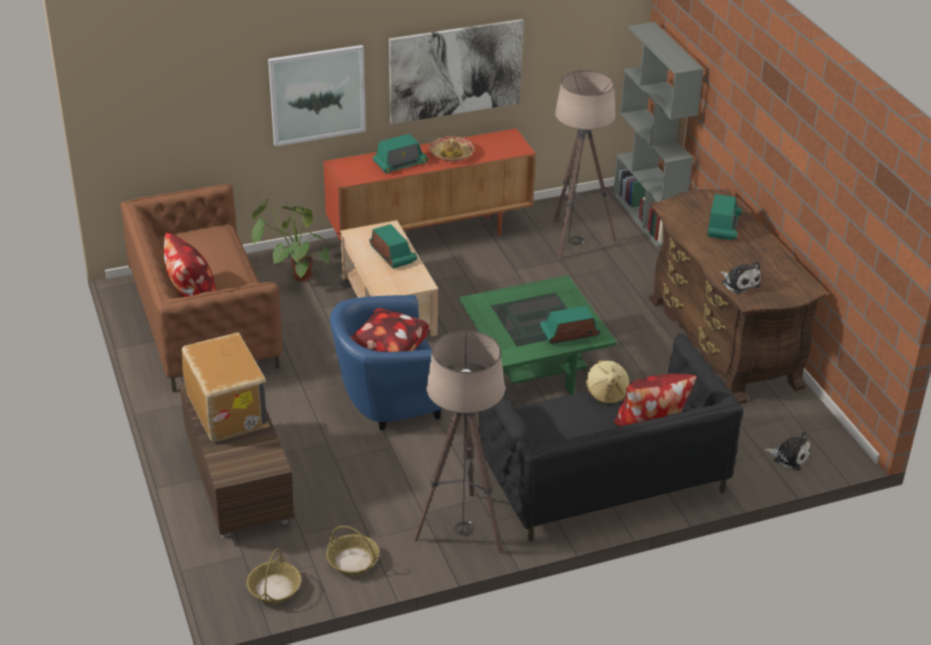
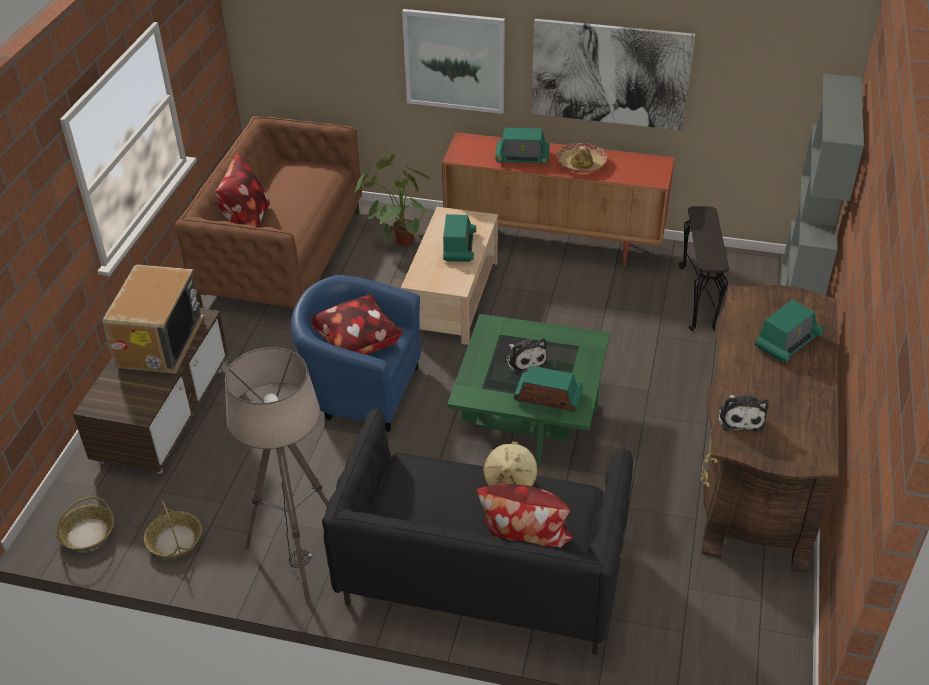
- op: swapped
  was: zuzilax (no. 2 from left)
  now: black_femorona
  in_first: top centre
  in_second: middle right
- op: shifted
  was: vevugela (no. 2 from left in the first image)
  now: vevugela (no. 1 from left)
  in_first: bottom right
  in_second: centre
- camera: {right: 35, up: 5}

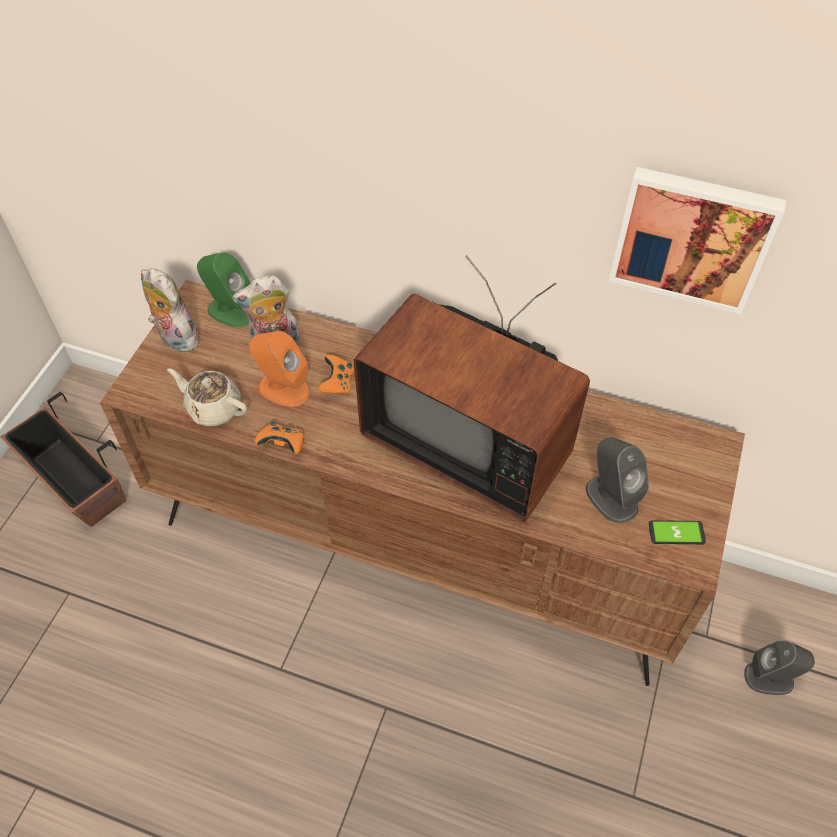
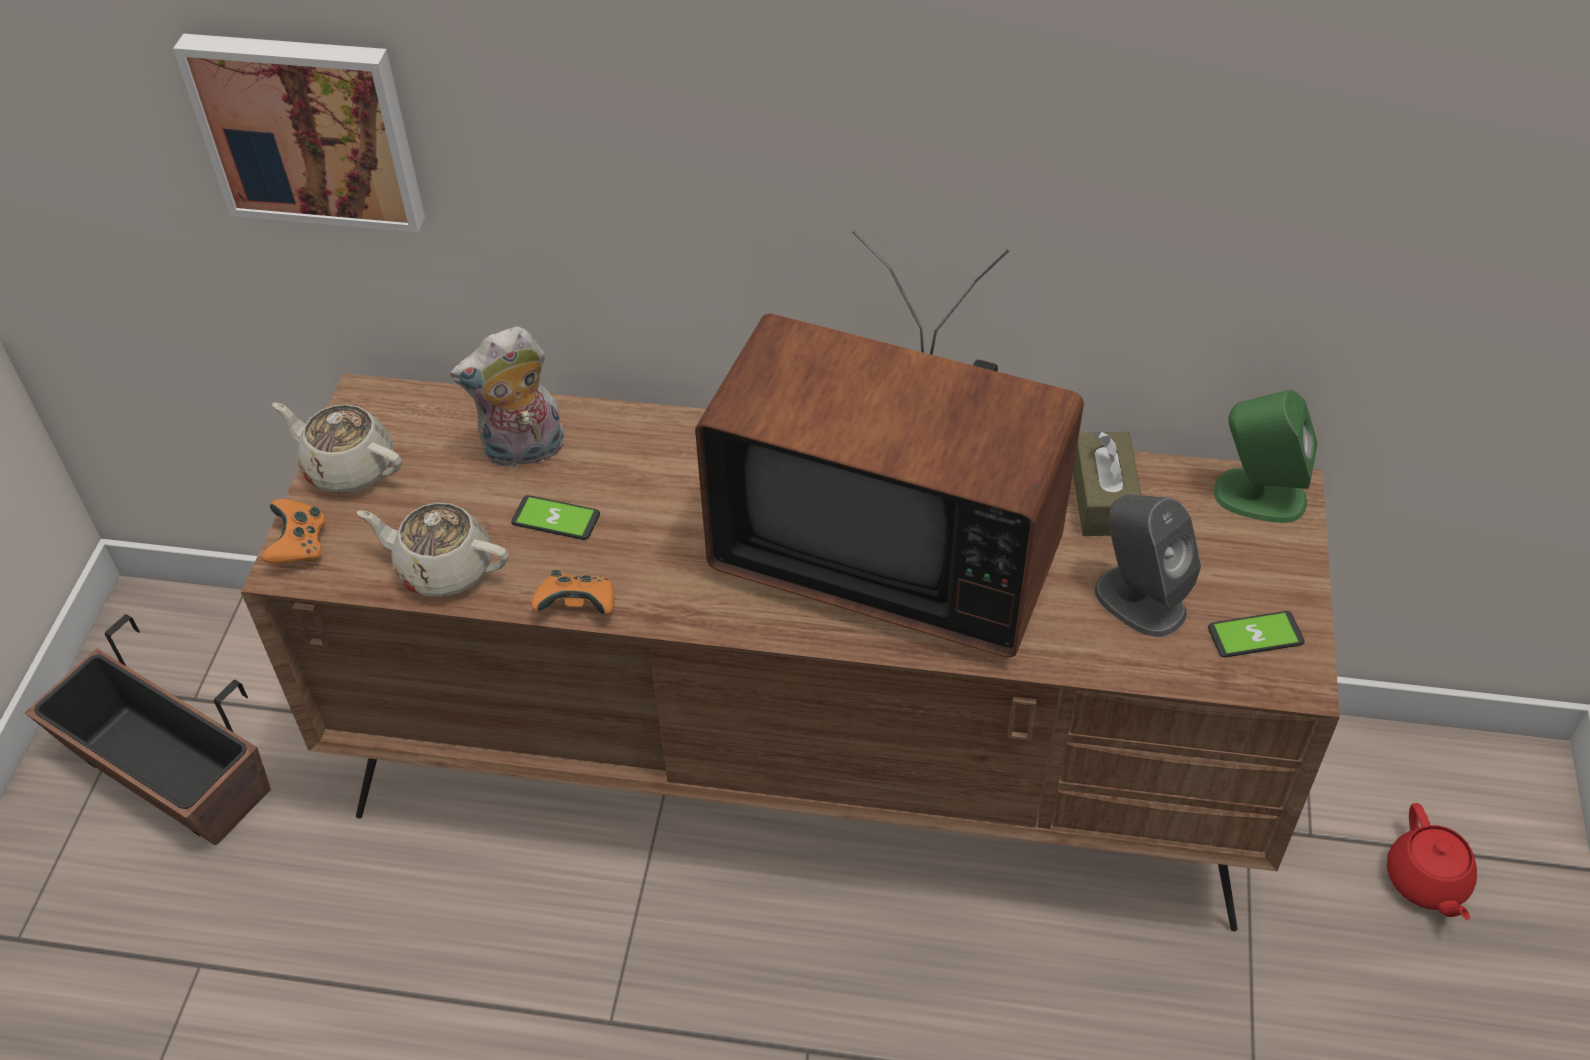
- op: shifted
  was: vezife
  in_first: top right
  in_second: top left
- op: shifted
  was: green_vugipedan
  in_first: middle left
  in_second: middle right
- op: swapped
  was: vevugela (no. 1 from left)
  now: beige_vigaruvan (no. 1 from left)
  in_first: middle left
  in_second: middle left
- op: swapped
  was: orange_vugipedan
  now: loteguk (no. 1 from left)
  in_first: centre
  in_second: centre
- op: shifted
  was: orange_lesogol (no. 2 from left in the first image)
  now: orange_lesogol (no. 1 from left)
  in_first: centre
  in_second: middle left
- op: swapped
  was: grey_vugipedan (no. 2 from left)
  now: red_vigaruvan
  in_first: bottom right
  in_second: bottom right
- op: new
  now: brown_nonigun
  in_second: middle right
- camera: {right: -10, up: -5}

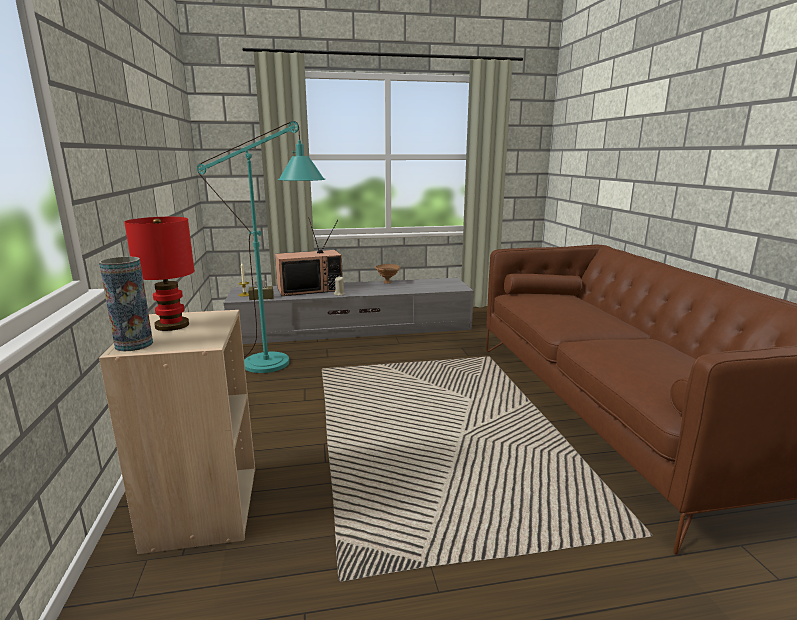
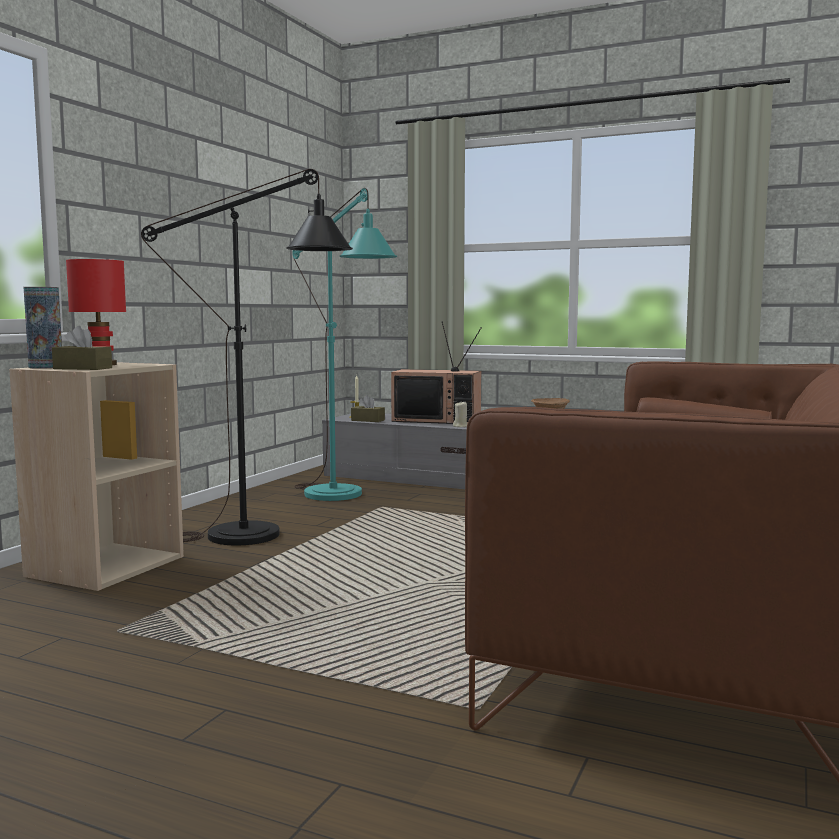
- op: new
  now: black_zuzilax
  in_second: middle left
- op: new
  now: brown_nonigun (no. 1 from left)
  in_second: middle left
- camera: {right: 35, up: -10}

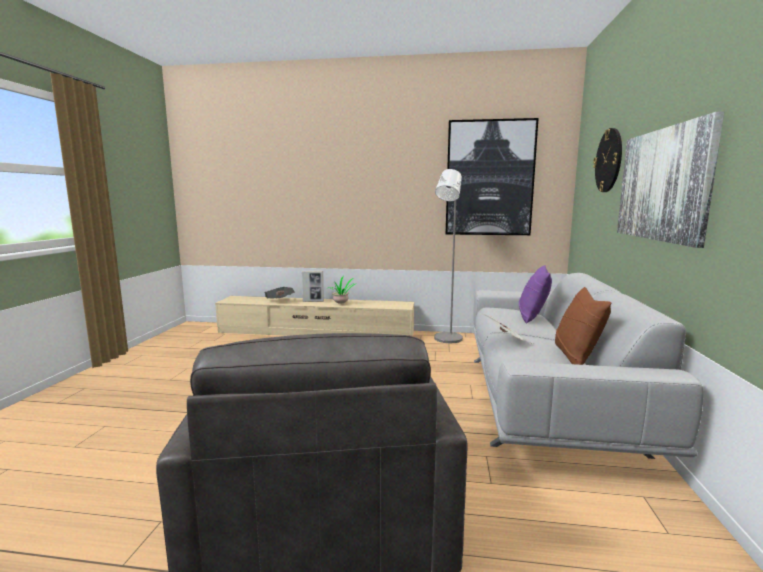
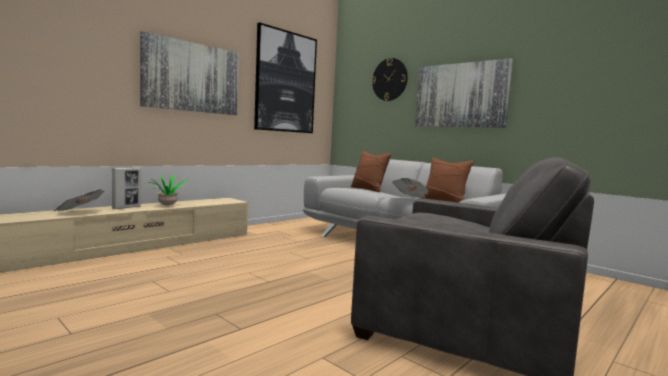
- op: gone
  was: grey_zuzilax
  in_first: centre
- op: repainted
  was: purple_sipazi
  now: brown_sipazi (no. 1 from left)
  in_first: middle right
  in_second: centre
- op: new
  now: vezife (no. 1 from left)
  in_second: top left
- camera: {right: -55, up: -5}

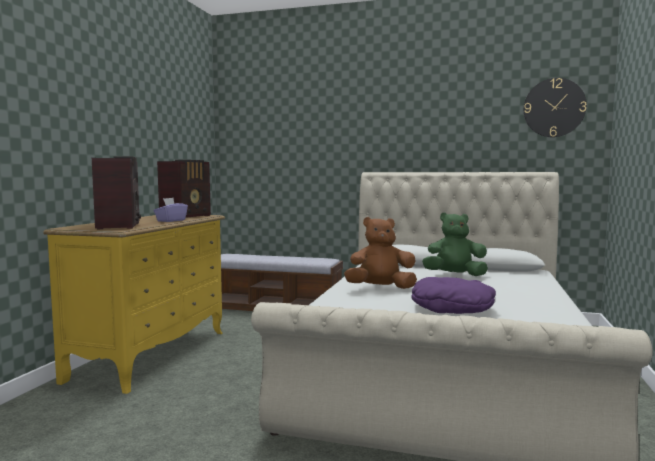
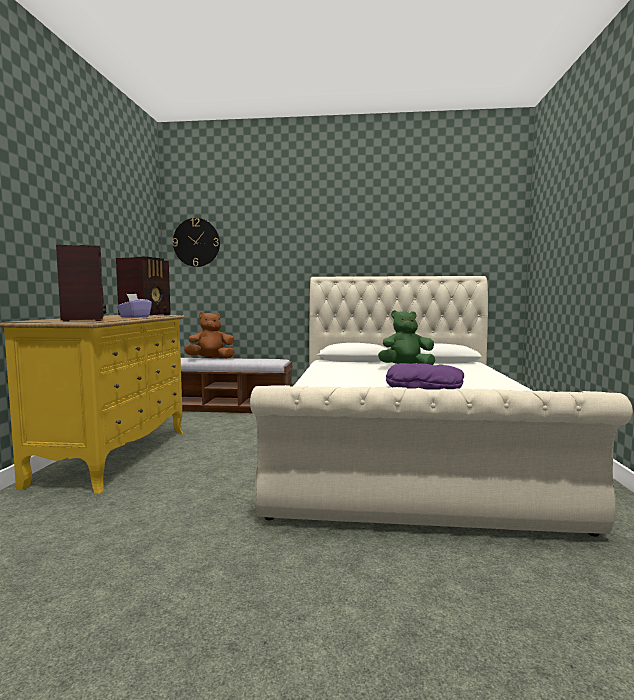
- op: shifted
  was: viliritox
  in_first: top right
  in_second: middle left
- op: shifted
  was: brown_vevugela
  in_first: centre
  in_second: middle left
- camera: {right: -10, up: 0}

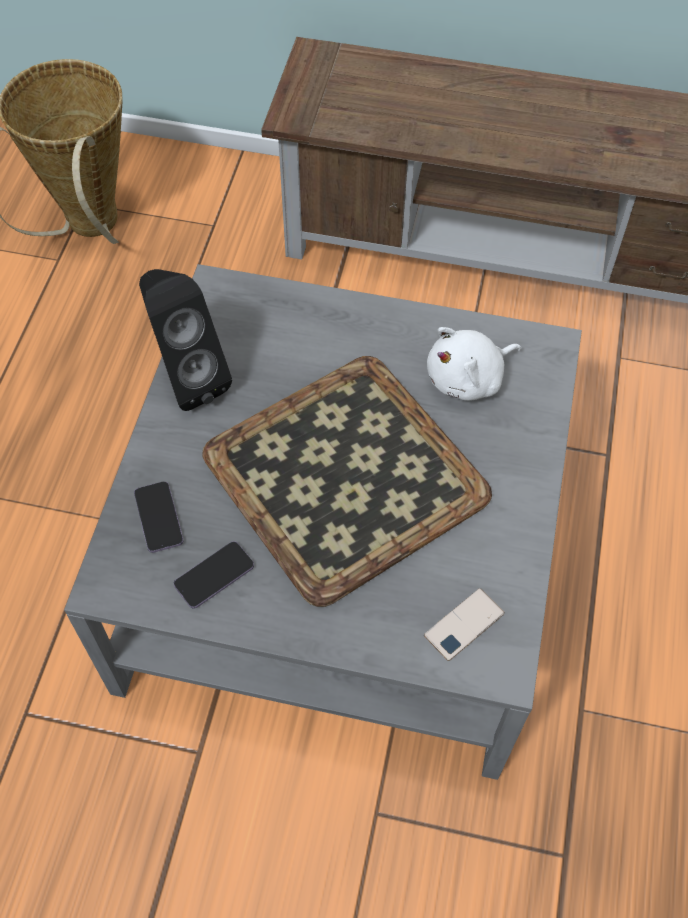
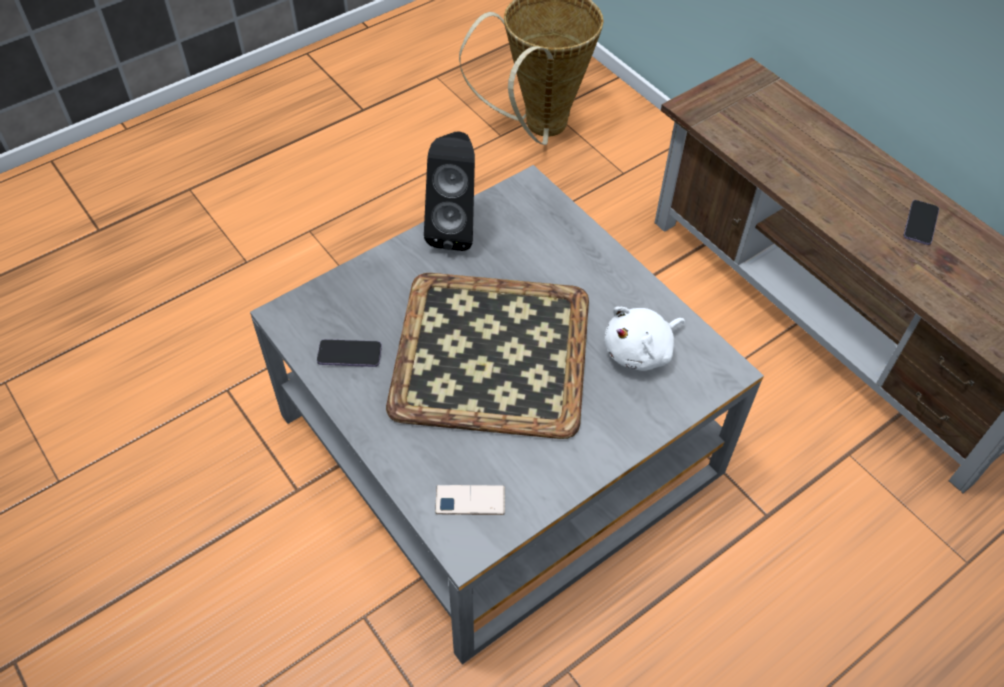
- op: rotated
  was: white_vevugela
  in_first: middle right
  in_second: centre
  clockwise: -45
- op: shifted
  was: loteguk (no. 1 from left in the first image)
  now: loteguk (no. 3 from left)
  in_first: middle left
  in_second: top right
- camera: {right: 40, up: -5}

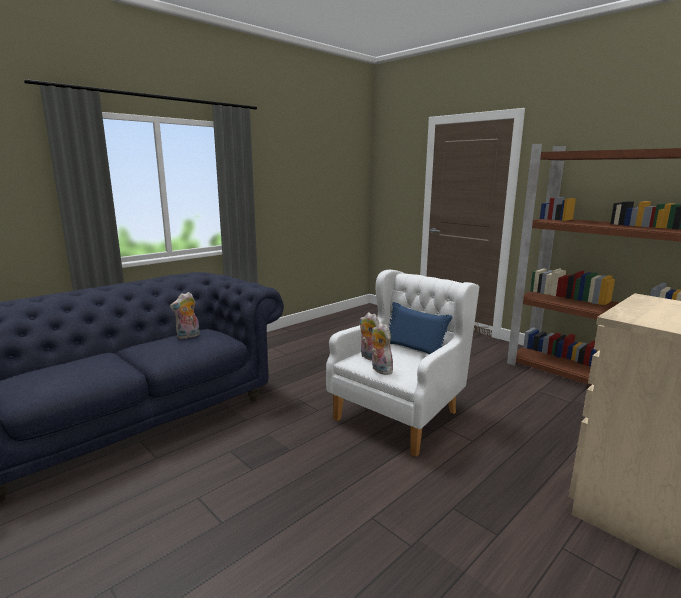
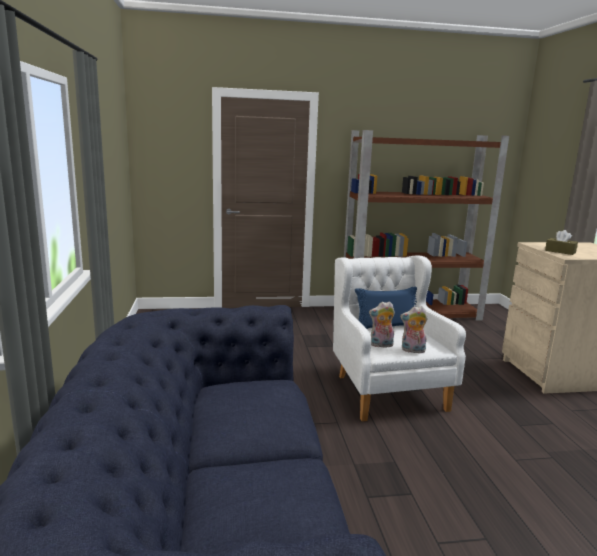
- op: gone
  was: vevugela (no. 1 from left)
  in_first: middle left
- op: new
  now: brown_nonigun
  in_second: middle right
- camera: {right: -55, up: 0}

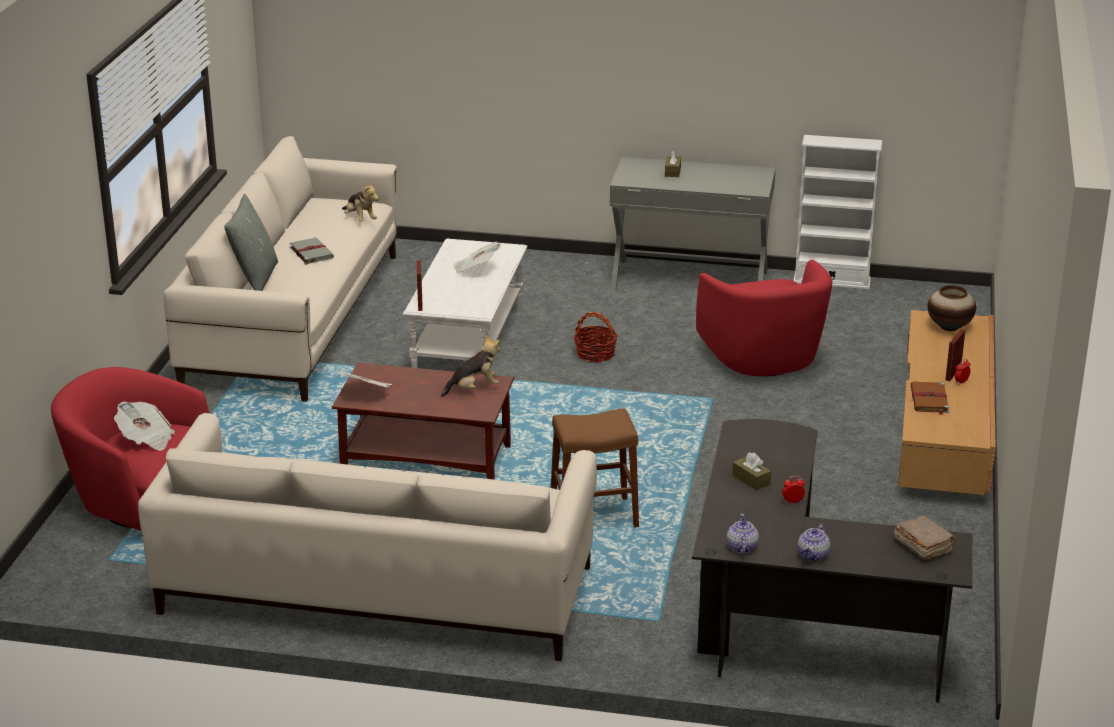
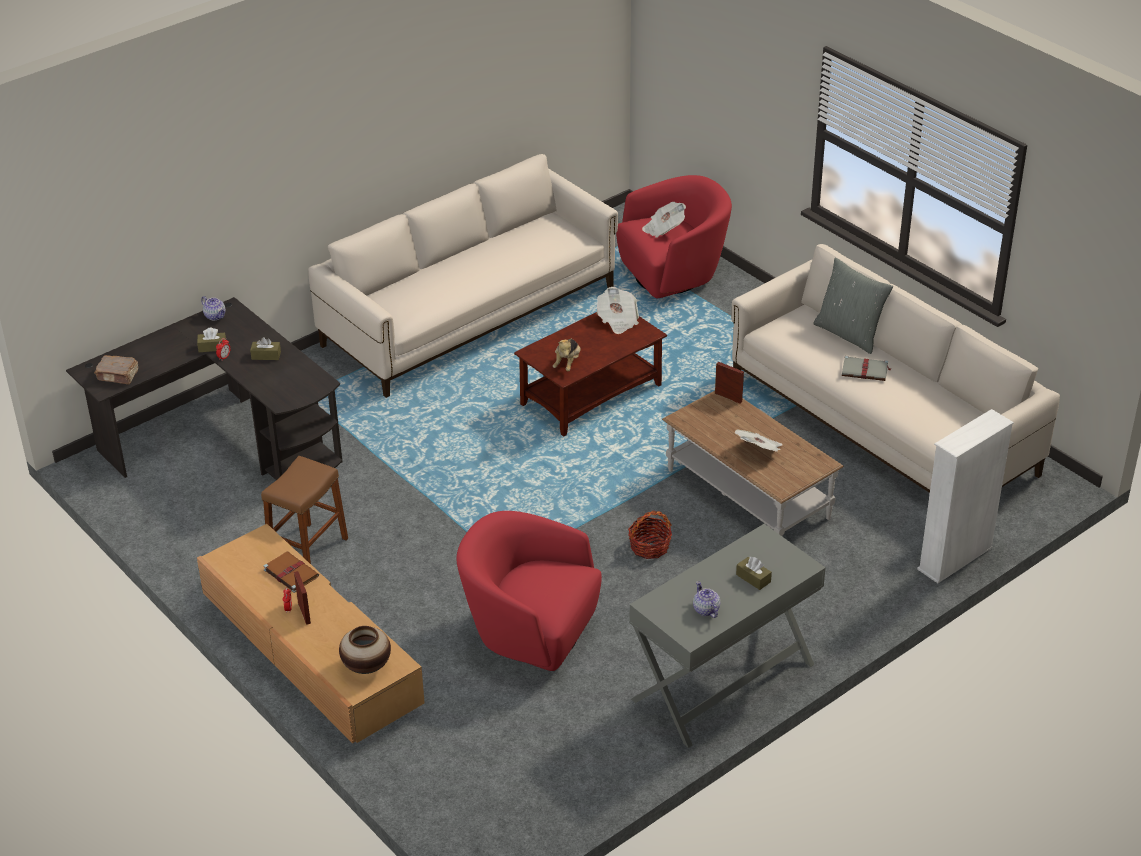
- op: shifted
  was: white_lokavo
  in_first: top right
  in_second: middle right
- op: gone
  was: vevugela (no. 1 from left)
  in_first: top left
- op: repainted
  was: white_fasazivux
  now: brown_fasazivux (no. 2 from left)
  in_first: centre
  in_second: centre
- op: shifted
  was: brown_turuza
  in_first: centre
  in_second: middle left
- op: shifted
  was: vigaruvan (no. 2 from left)
  in_first: bottom right
  in_second: bottom centre
- op: new
  now: brown_nonigun (no. 1 from left)
  in_second: middle left
- camera: {right: 130, up: 10}

